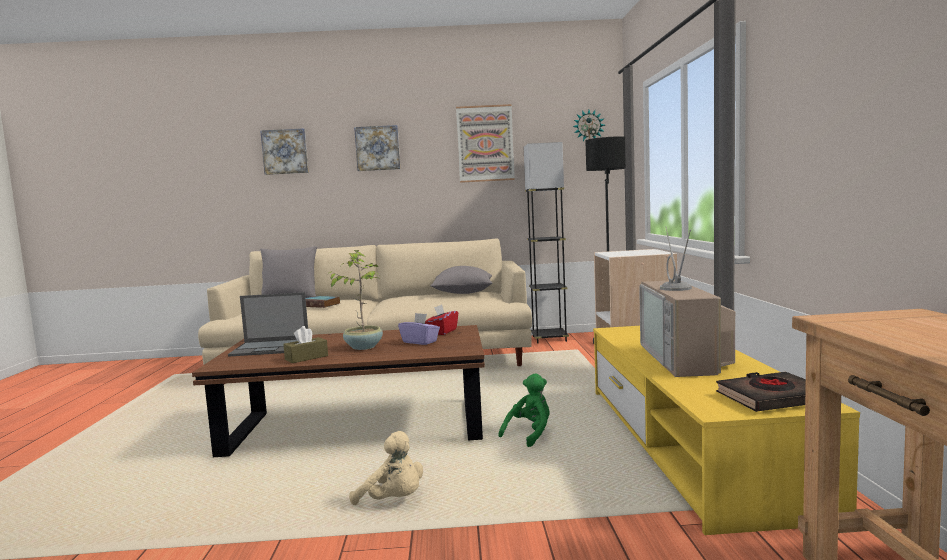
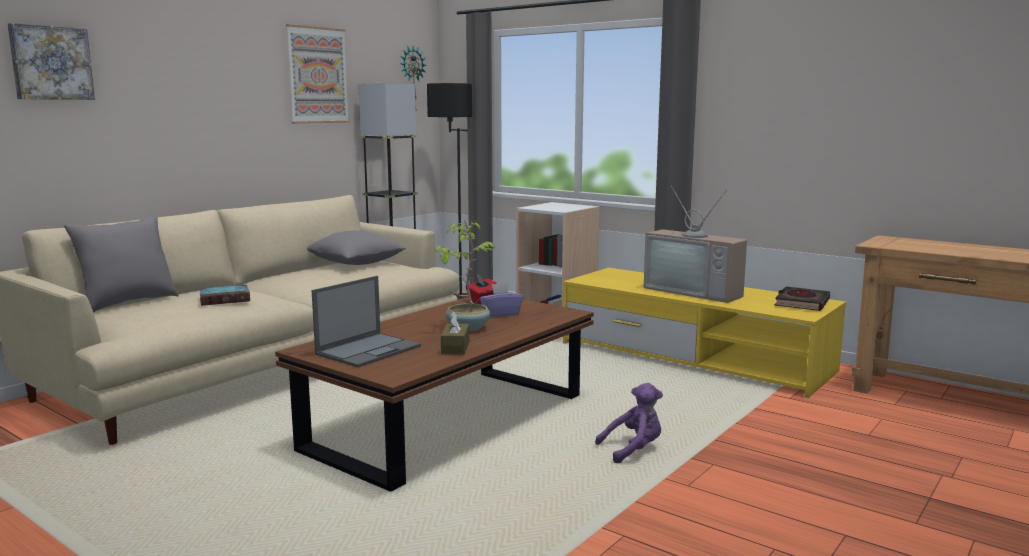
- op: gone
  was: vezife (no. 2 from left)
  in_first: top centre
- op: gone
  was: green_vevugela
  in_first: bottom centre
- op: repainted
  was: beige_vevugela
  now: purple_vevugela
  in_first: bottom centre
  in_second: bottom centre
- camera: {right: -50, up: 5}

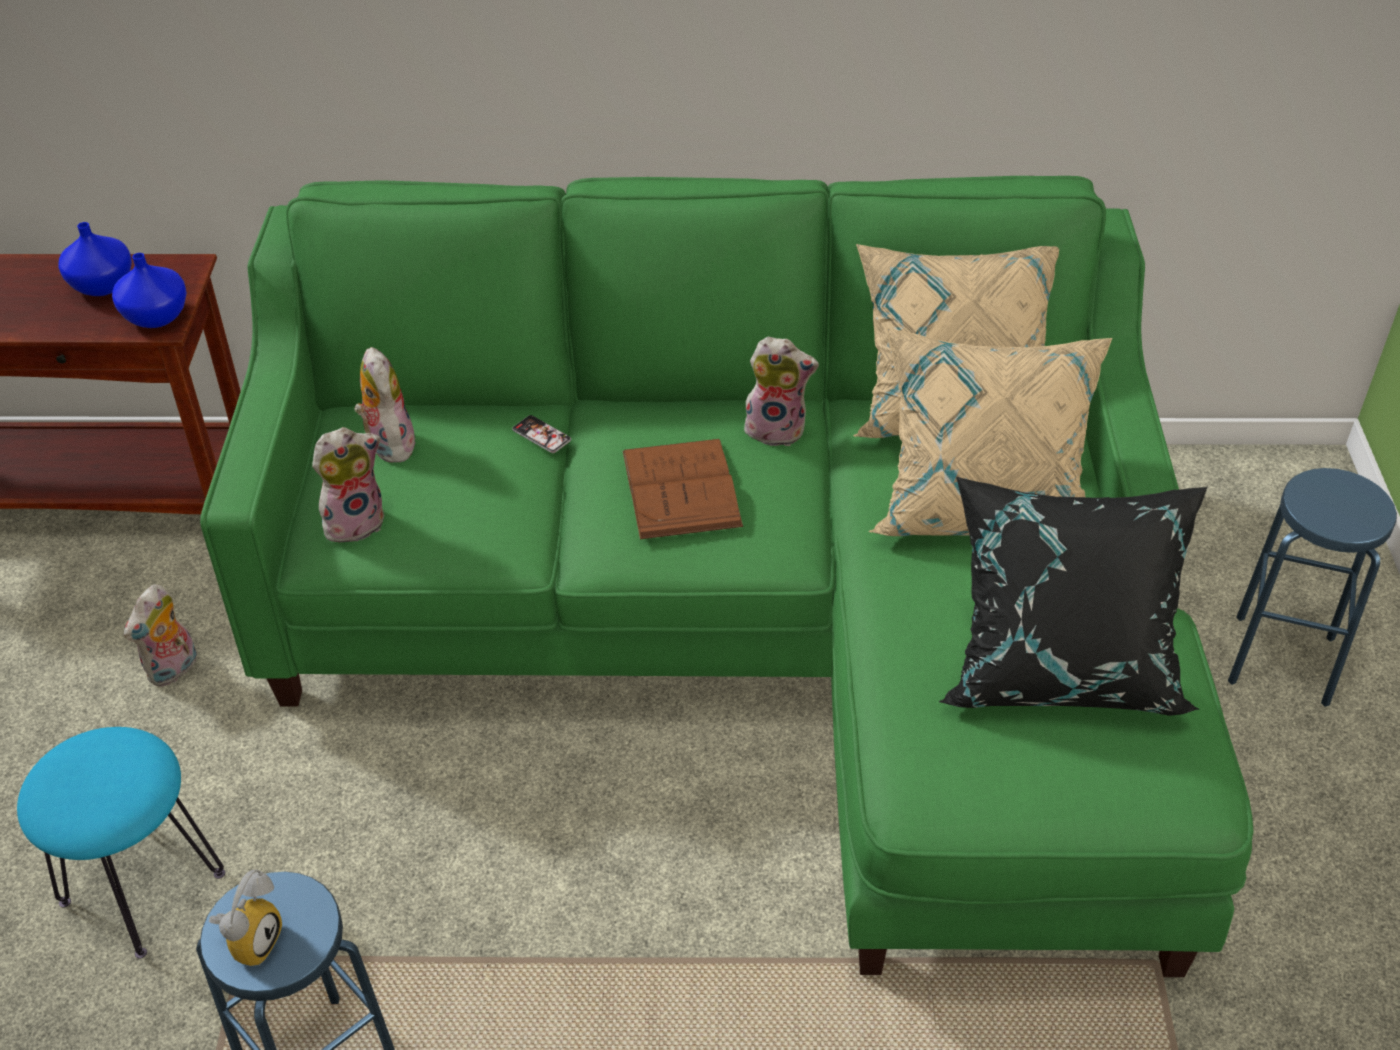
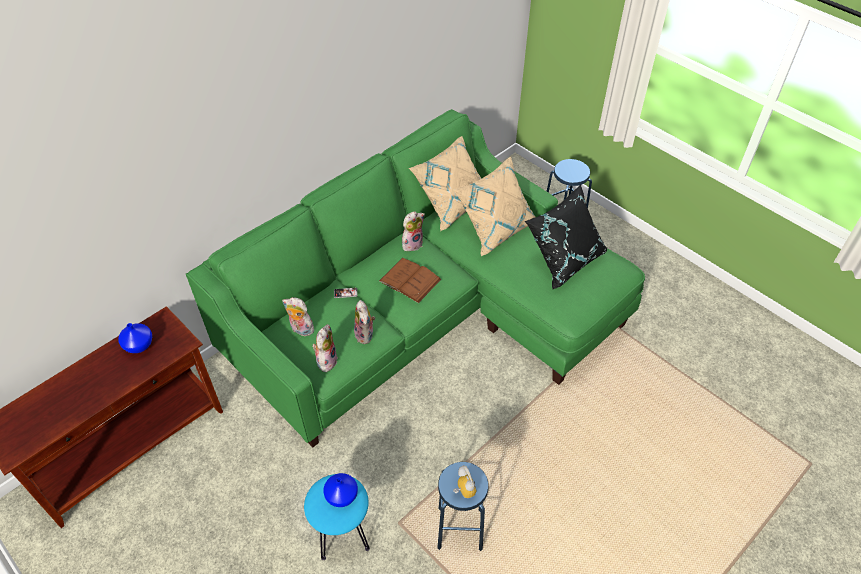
- op: shifted
  was: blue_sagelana (no. 2 from left)
  in_first: top left
  in_second: bottom centre
- op: shifted
  was: vevugela (no. 1 from left in the first image)
  now: vevugela (no. 3 from left)
  in_first: middle left
  in_second: centre
- camera: {right: -45, up: 5}

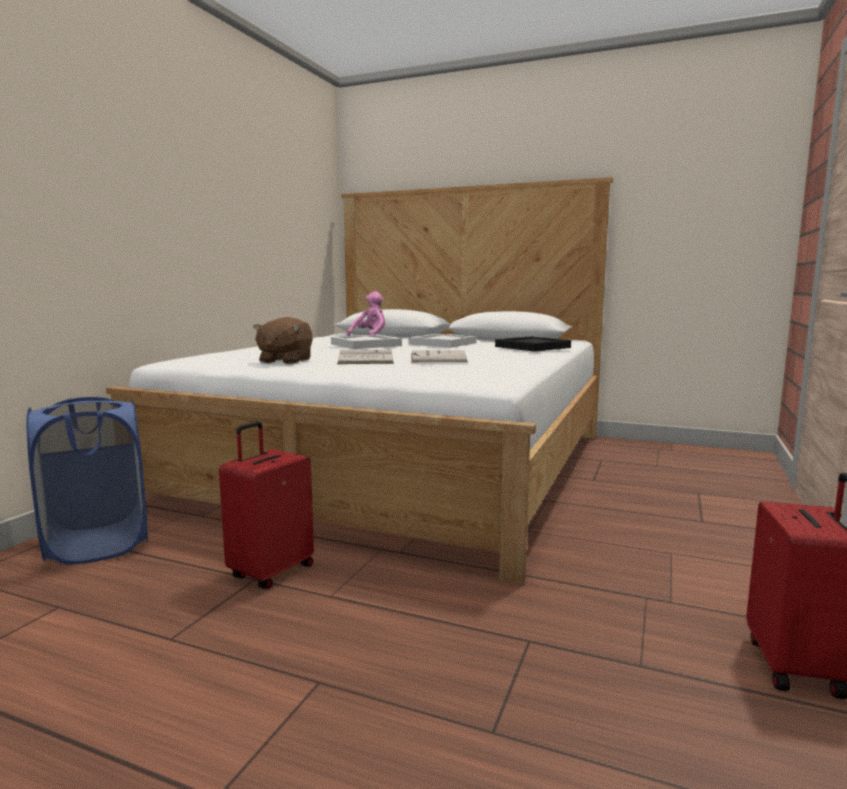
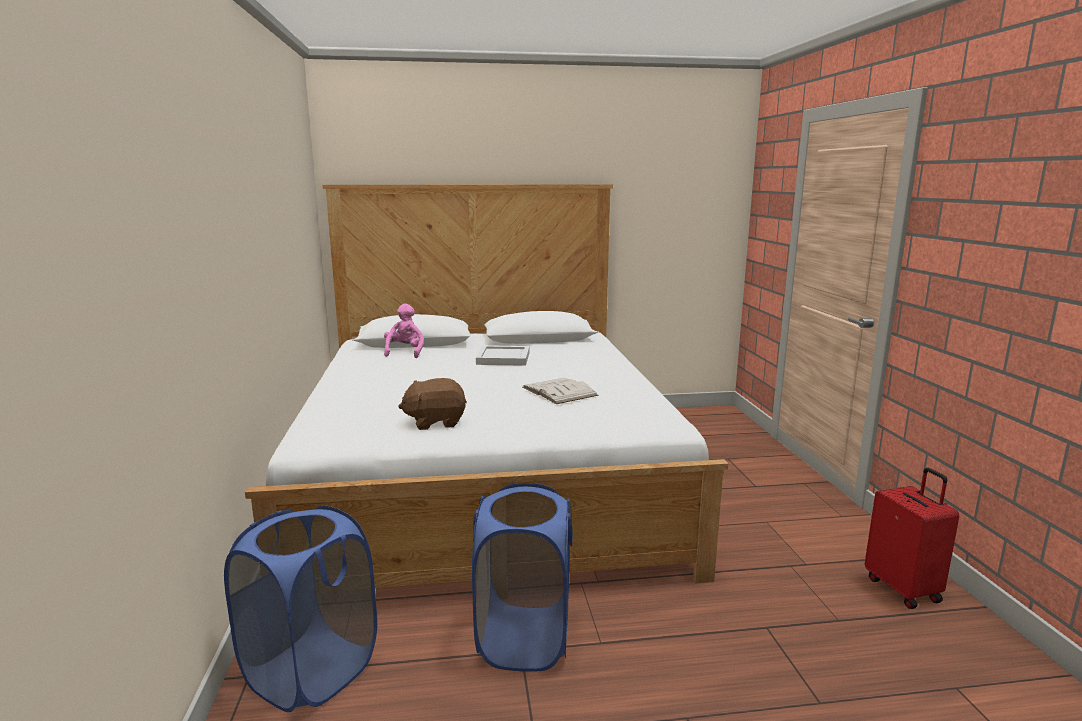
- op: rotated
  was: brown_vevugela
  in_first: centre
  in_second: centre
  clockwise: 90
- op: gone
  was: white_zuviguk (no. 1 from left)
  in_first: centre
- op: gone
  was: black_zuviguk
  in_first: centre
- op: gone
  was: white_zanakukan (no. 1 from left)
  in_first: centre
- op: swapped
  was: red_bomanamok (no. 1 from left)
  now: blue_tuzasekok (no. 2 from left)
  in_first: middle left
  in_second: bottom centre
- camera: {right: -30, up: 5}

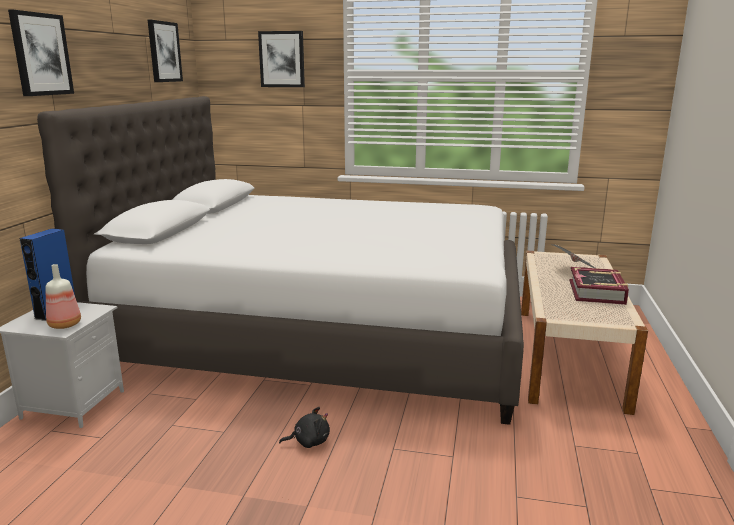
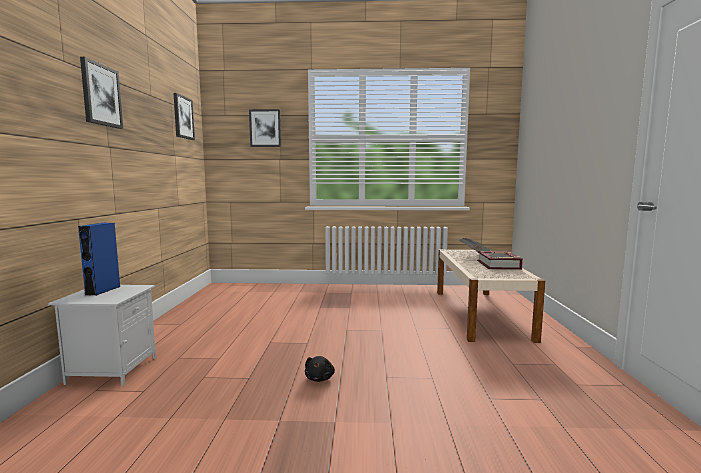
- op: gone
  was: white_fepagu
  in_first: centre
- op: gone
  was: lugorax
  in_first: middle left
- op: rotated
  was: black_vevugela
  in_first: bottom centre
  in_second: bottom centre
  clockwise: 120
- camera: {right: -10, up: -10}

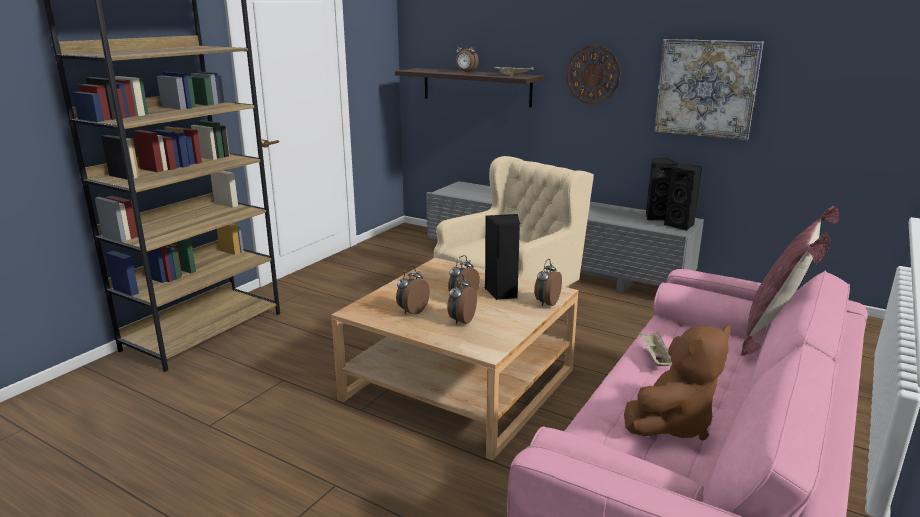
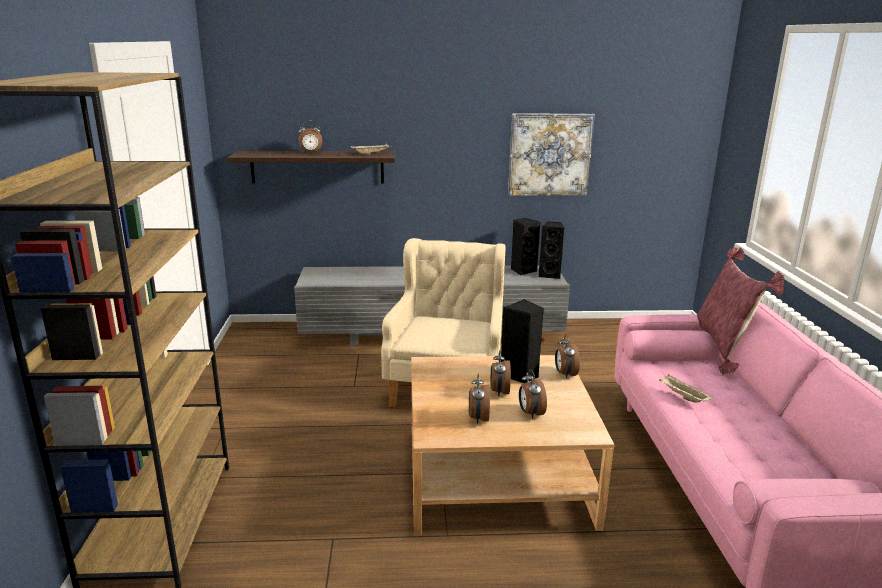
- op: gone
  was: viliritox
  in_first: top centre
- op: gone
  was: brown_vevugela
  in_first: bottom right
- camera: {right: -35, up: 0}

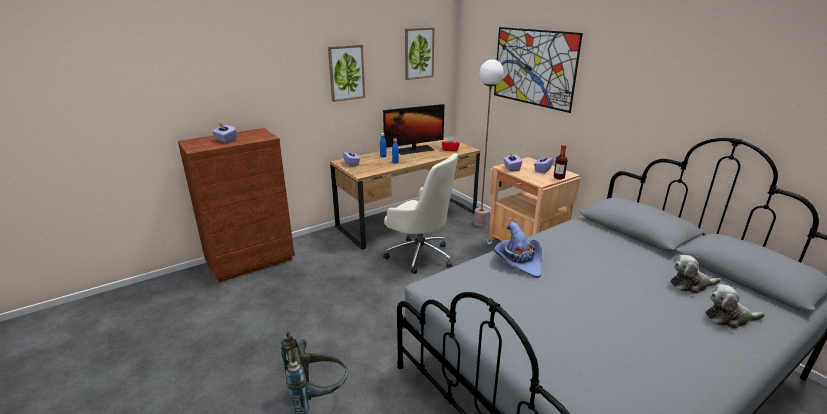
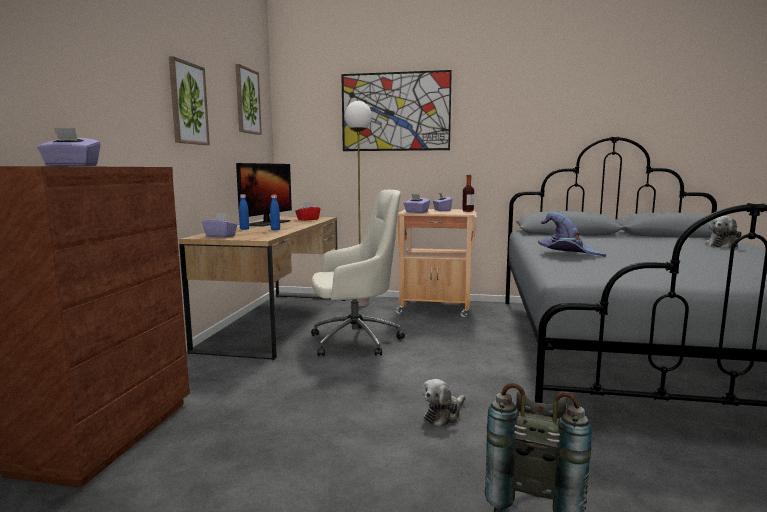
- op: shifted
  was: vevugela (no. 1 from left)
  in_first: middle right
  in_second: bottom centre
- camera: {right: -45, up: -15}

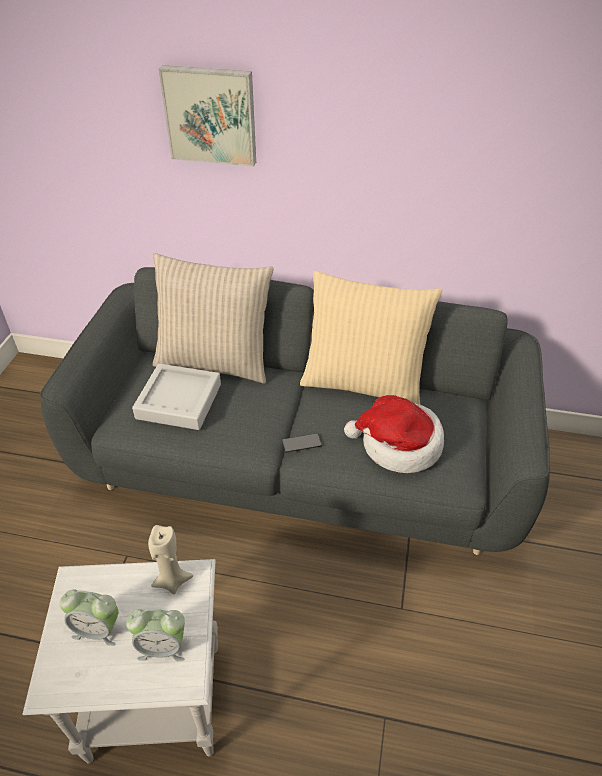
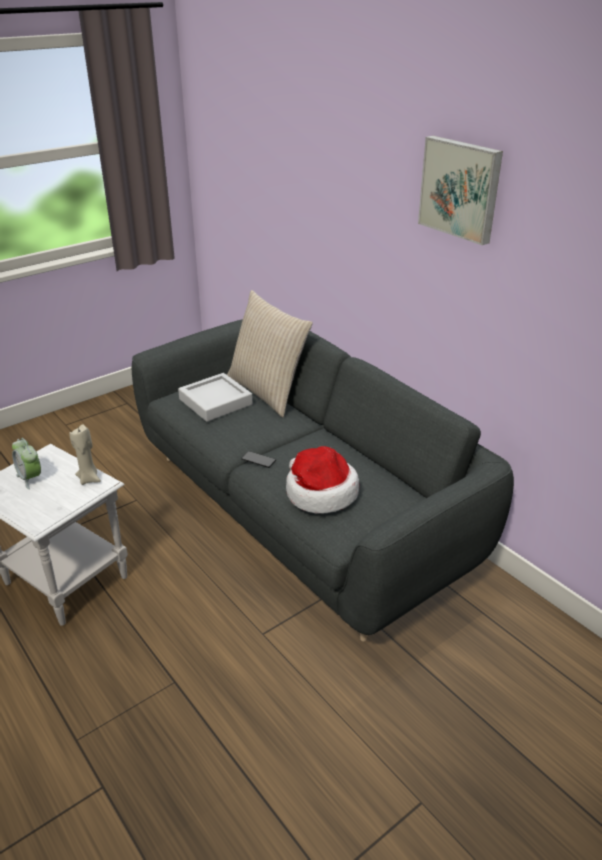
- op: shifted
  was: vezife
  in_first: top centre
  in_second: top right
- op: gone
  was: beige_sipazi (no. 2 from left)
  in_first: centre
- op: gone
  was: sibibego (no. 2 from left)
  in_first: bottom left
- camera: {right: 40, up: -10}

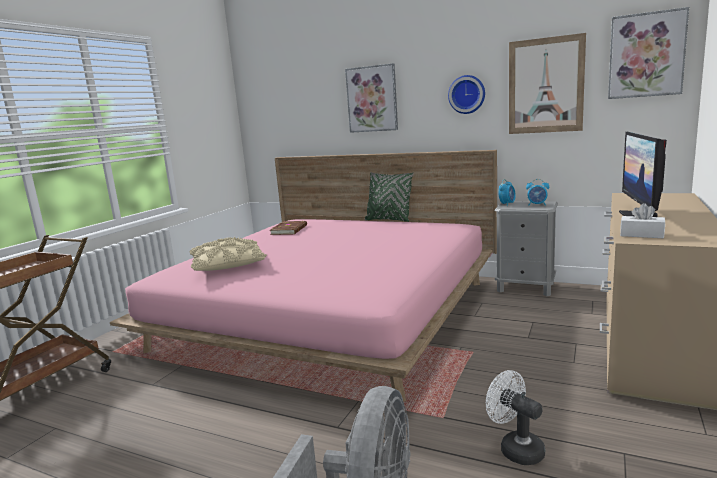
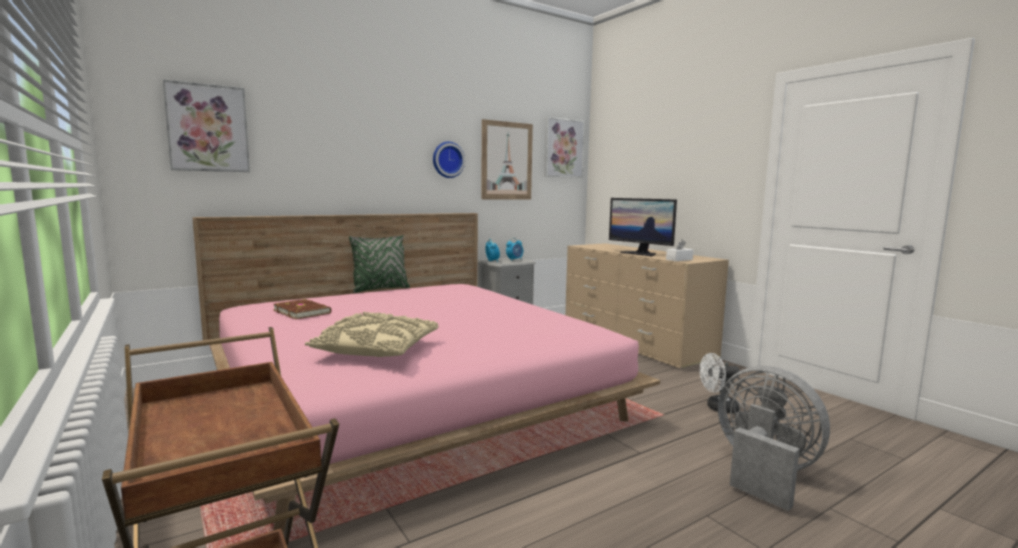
- op: shifted
  was: vezife (no. 1 from left)
  in_first: top centre
  in_second: top left
- camera: {right: -60, up: -5}

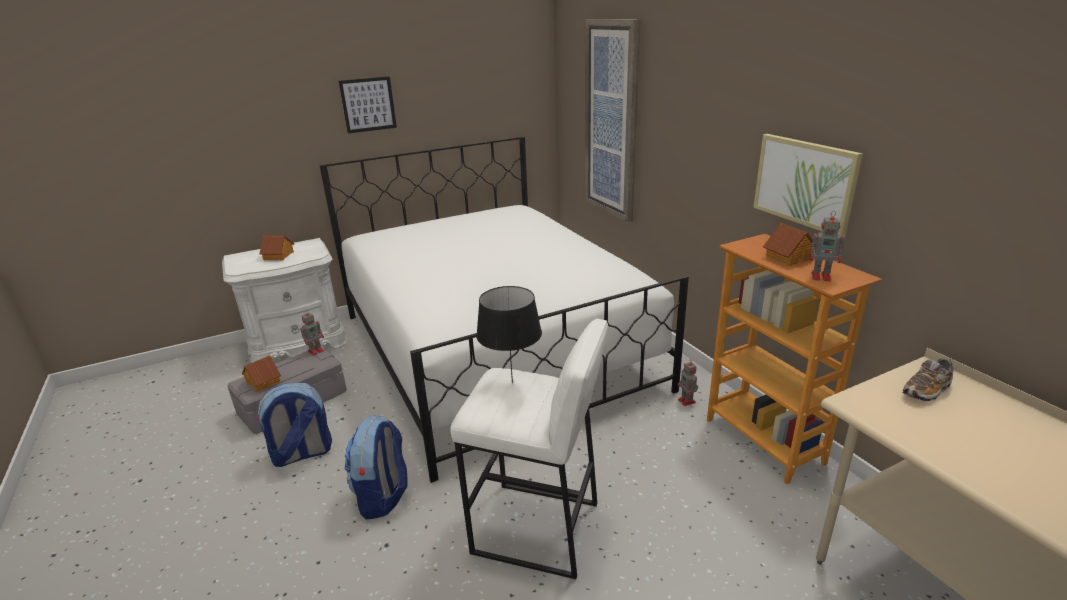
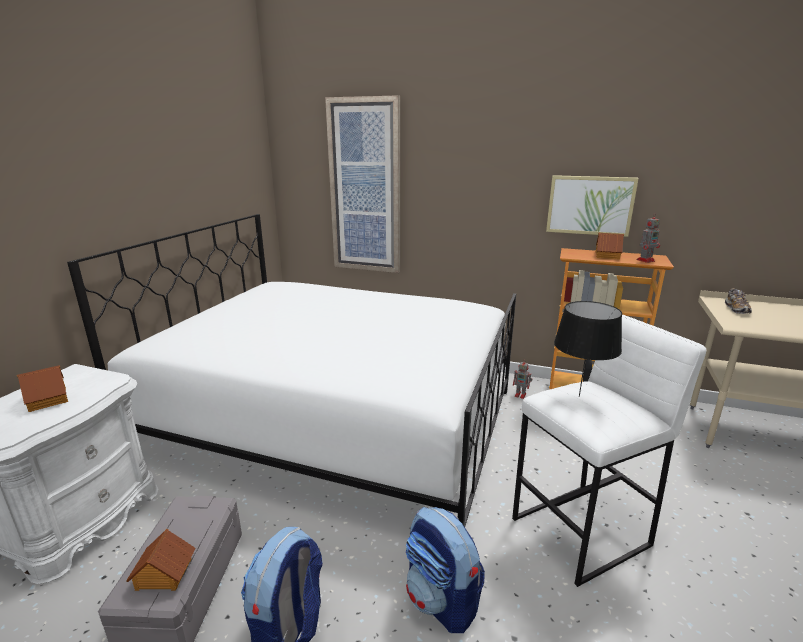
- op: gone
  was: vezife (no. 1 from left)
  in_first: top centre
- op: gone
  was: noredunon (no. 1 from left)
  in_first: middle left
- camera: {right: -45, up: -5}

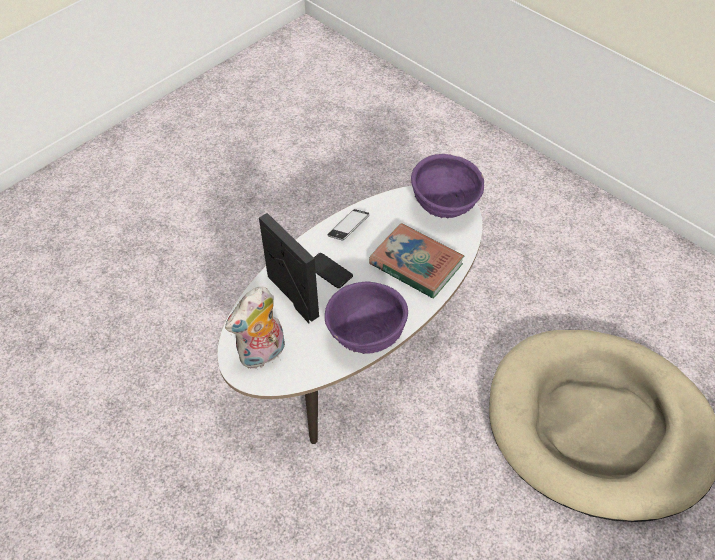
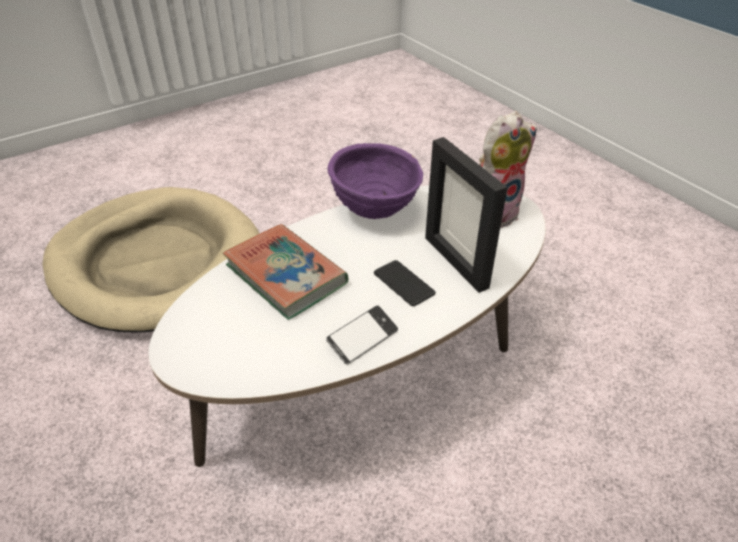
- op: gone
  was: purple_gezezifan (no. 2 from left)
  in_first: top centre
- camera: {right: -170, up: -10}

